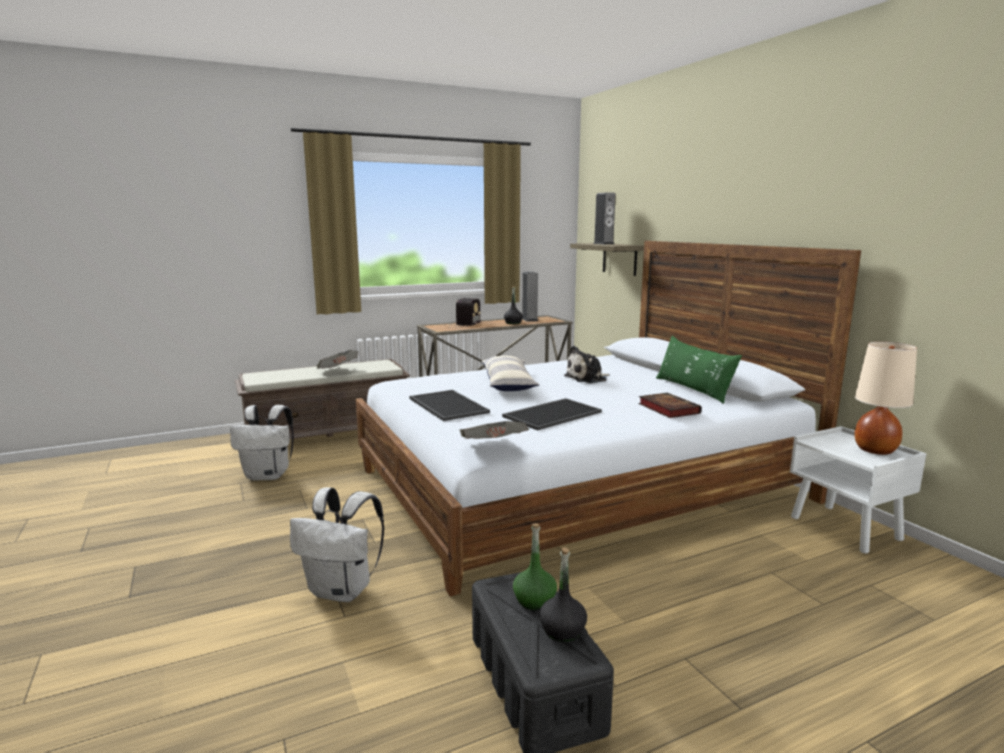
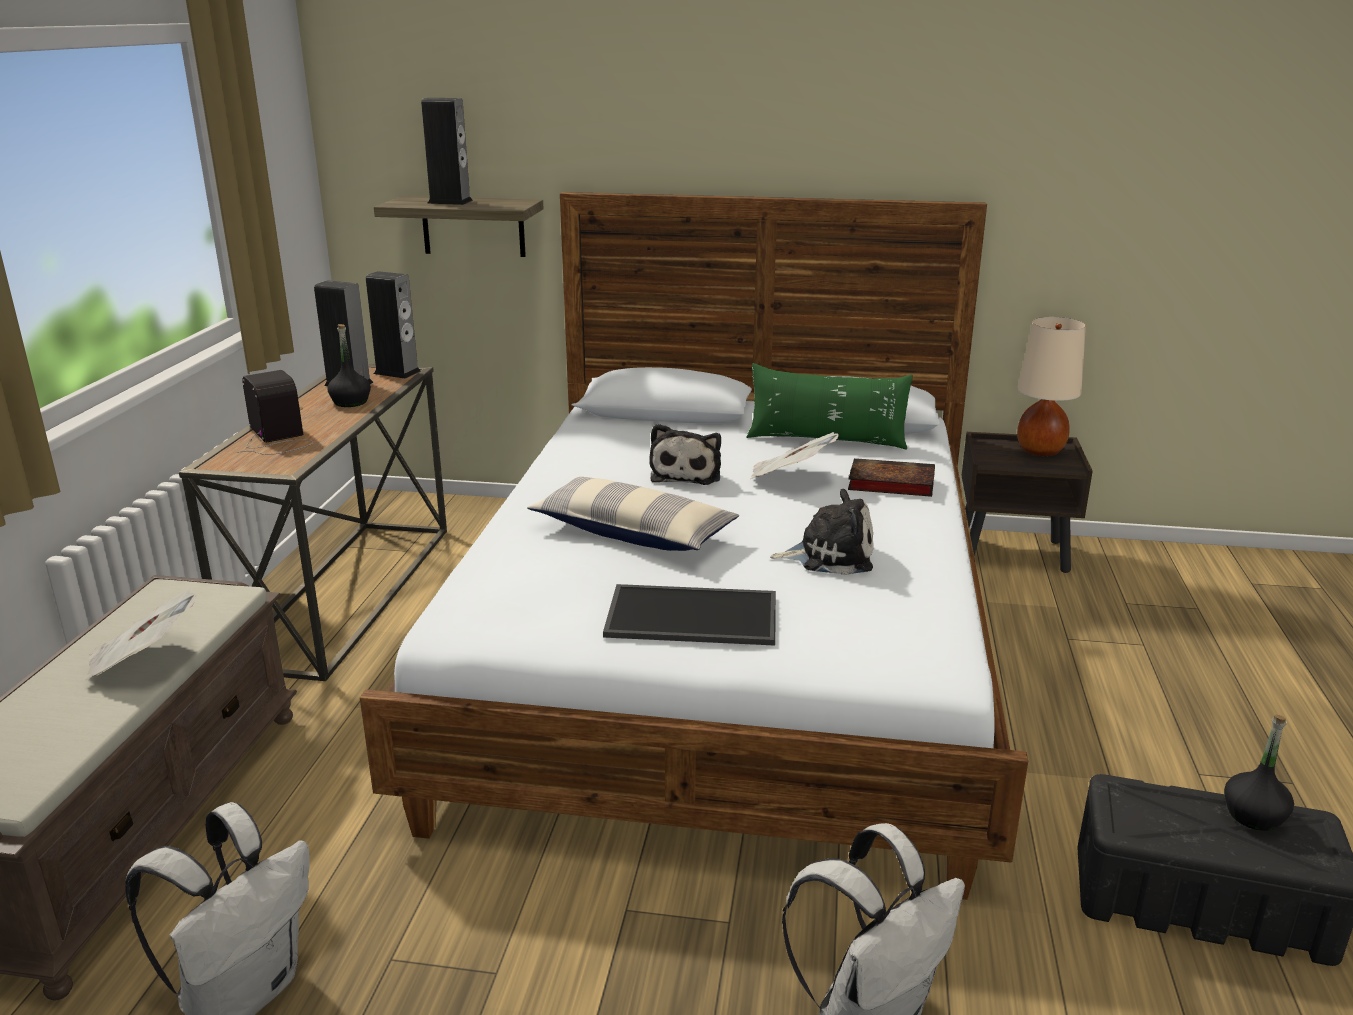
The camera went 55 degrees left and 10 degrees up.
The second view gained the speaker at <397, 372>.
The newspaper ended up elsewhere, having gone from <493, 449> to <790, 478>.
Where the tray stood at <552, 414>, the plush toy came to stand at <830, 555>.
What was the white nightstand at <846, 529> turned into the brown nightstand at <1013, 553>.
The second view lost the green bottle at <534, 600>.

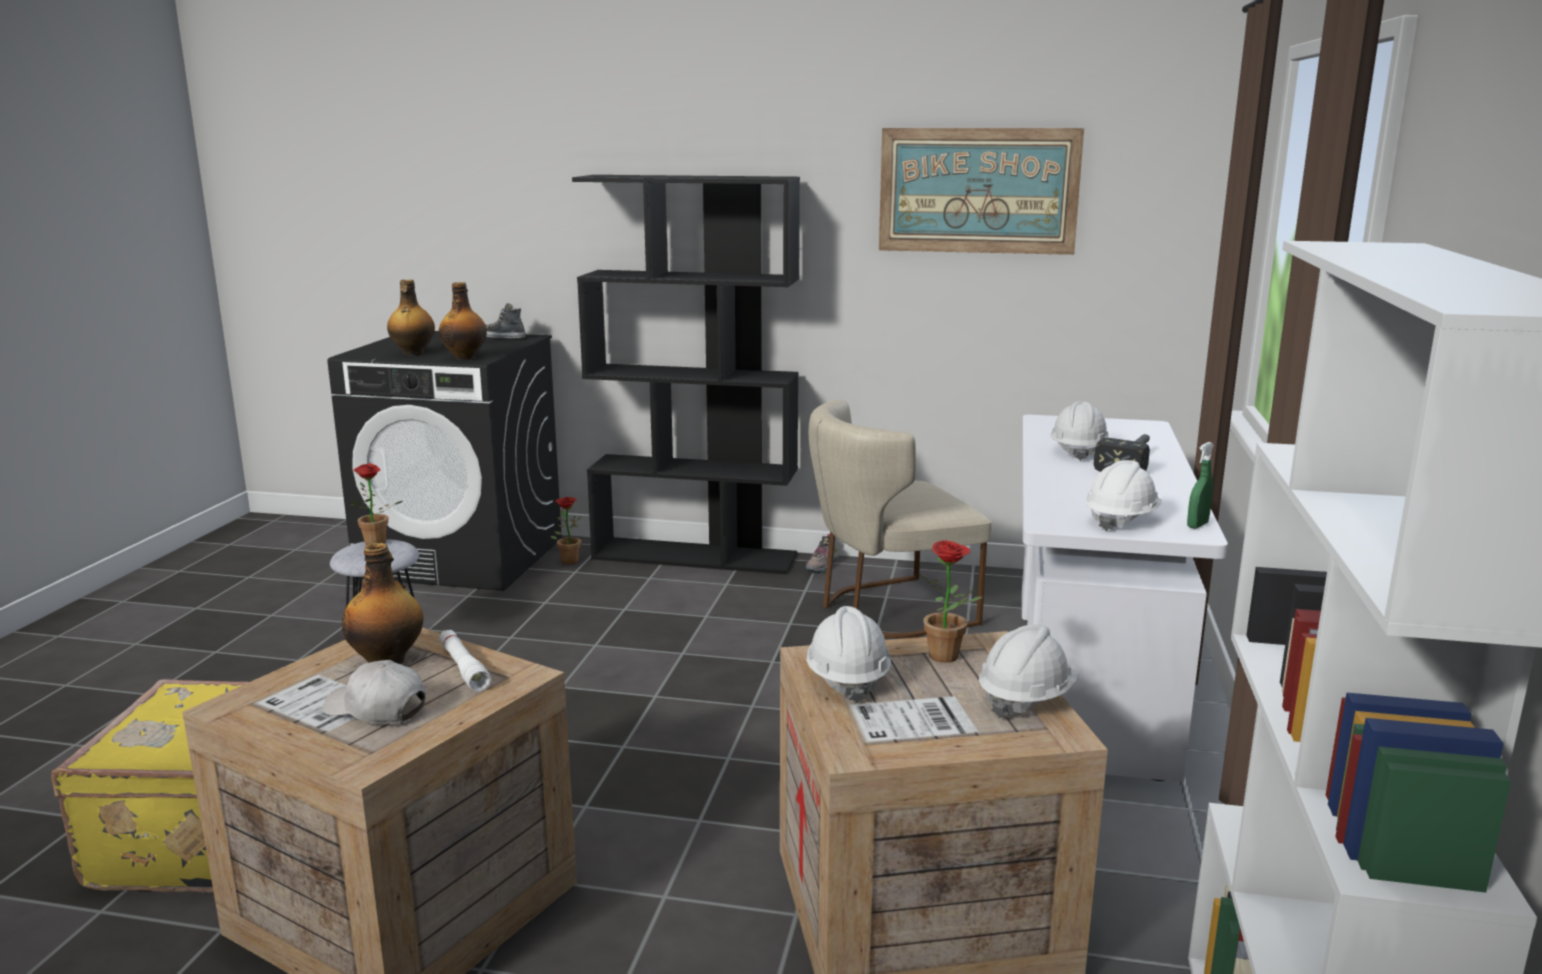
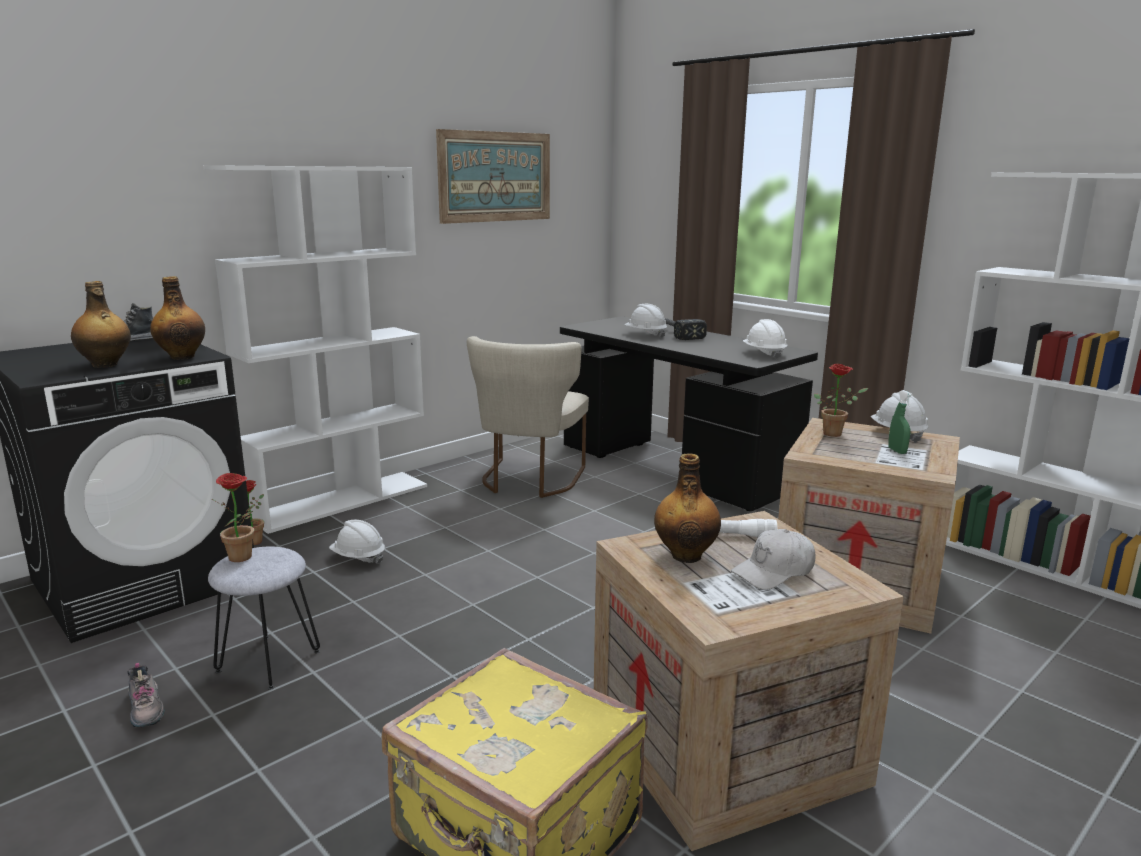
The camera went 55 degrees left and 0 degrees up.
The shoe ended up elsewhere, having gone from <822, 566> to <147, 709>.
What was the black bookcase at <696, 556> turned into the white bookcase at <341, 501>.
The white hard hat ended up elsewhere, having gone from <847, 679> to <358, 558>.
What was the white desk at <1089, 674> turned into the black desk at <674, 467>.
The green spray bottle ended up elsewhere, having gone from <1197, 525> to <897, 451>.

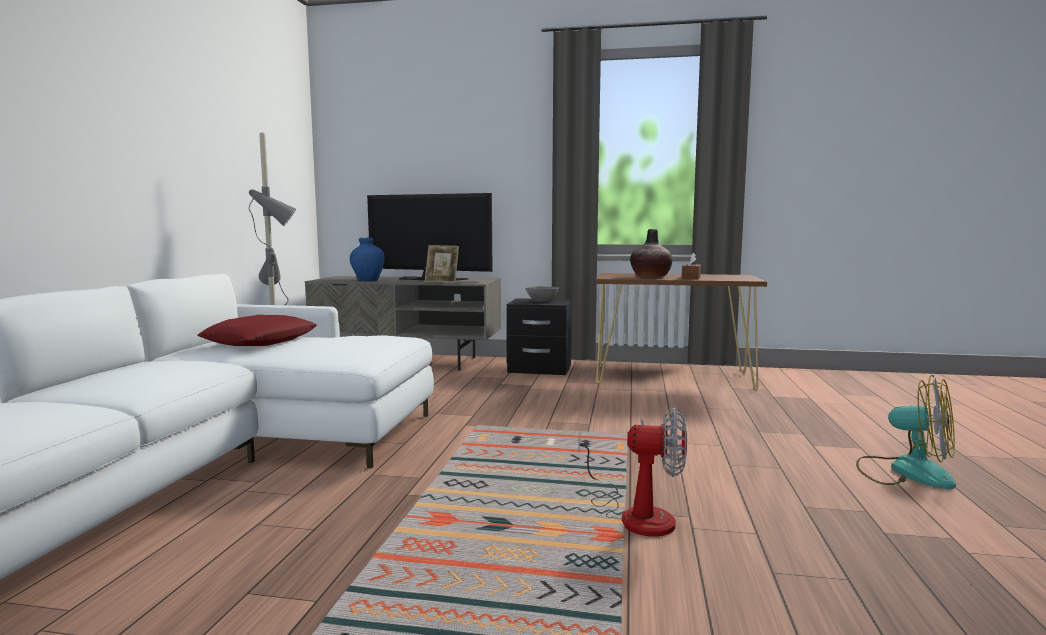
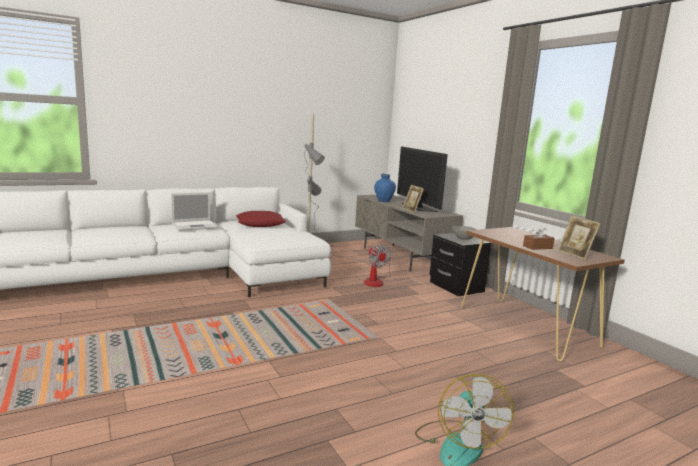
The camera went 50 degrees right and 5 degrees up.
The second view gained the laptop at <195, 225>.
The fan ended up elsewhere, having gone from <635, 514> to <376, 281>.
The second view gained the picture frame at <575, 254>.
The second view lost the vase at <650, 277>.

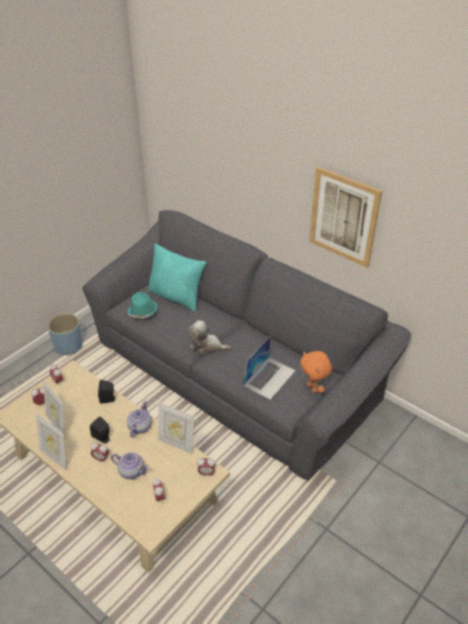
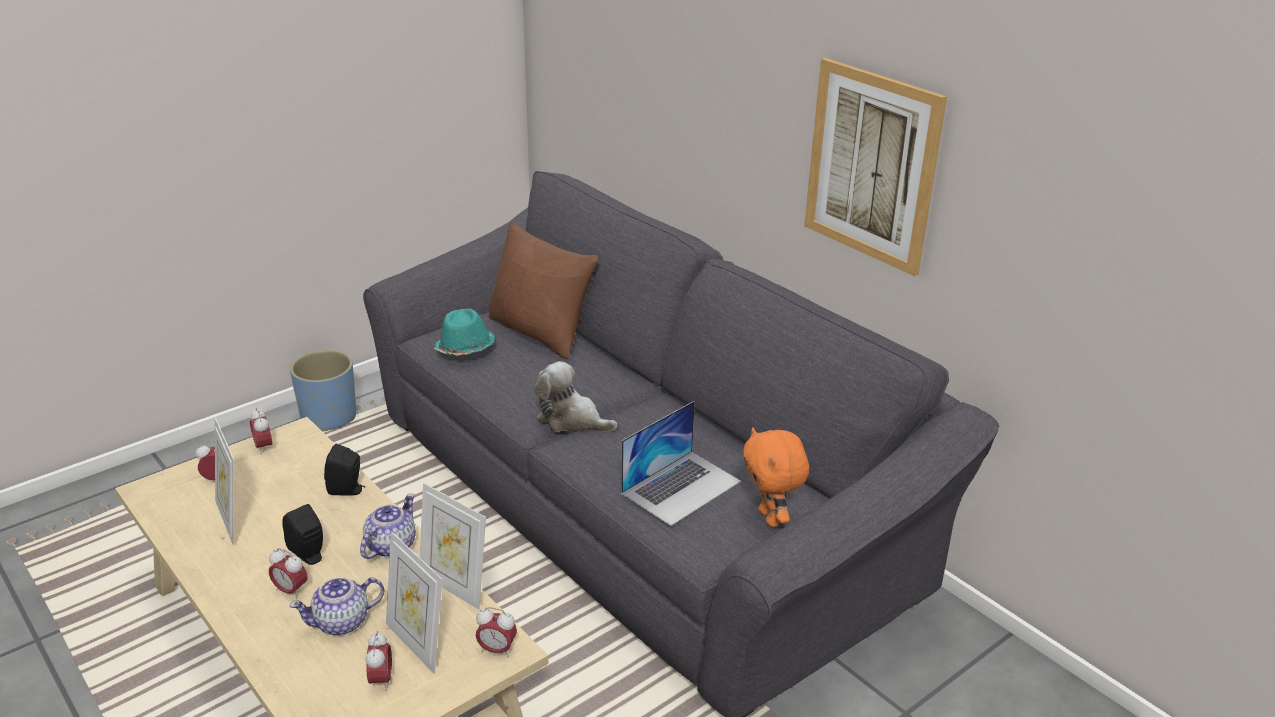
The camera went 10 degrees right and 10 degrees down.
The teapot at <131, 471> ended up facing another way, 120 degrees clockwise from before.
The picture frame ended up elsewhere, having gone from <55, 457> to <417, 643>.
What was the turquoise pillow at <176, 297> turned into the brown pillow at <540, 333>.

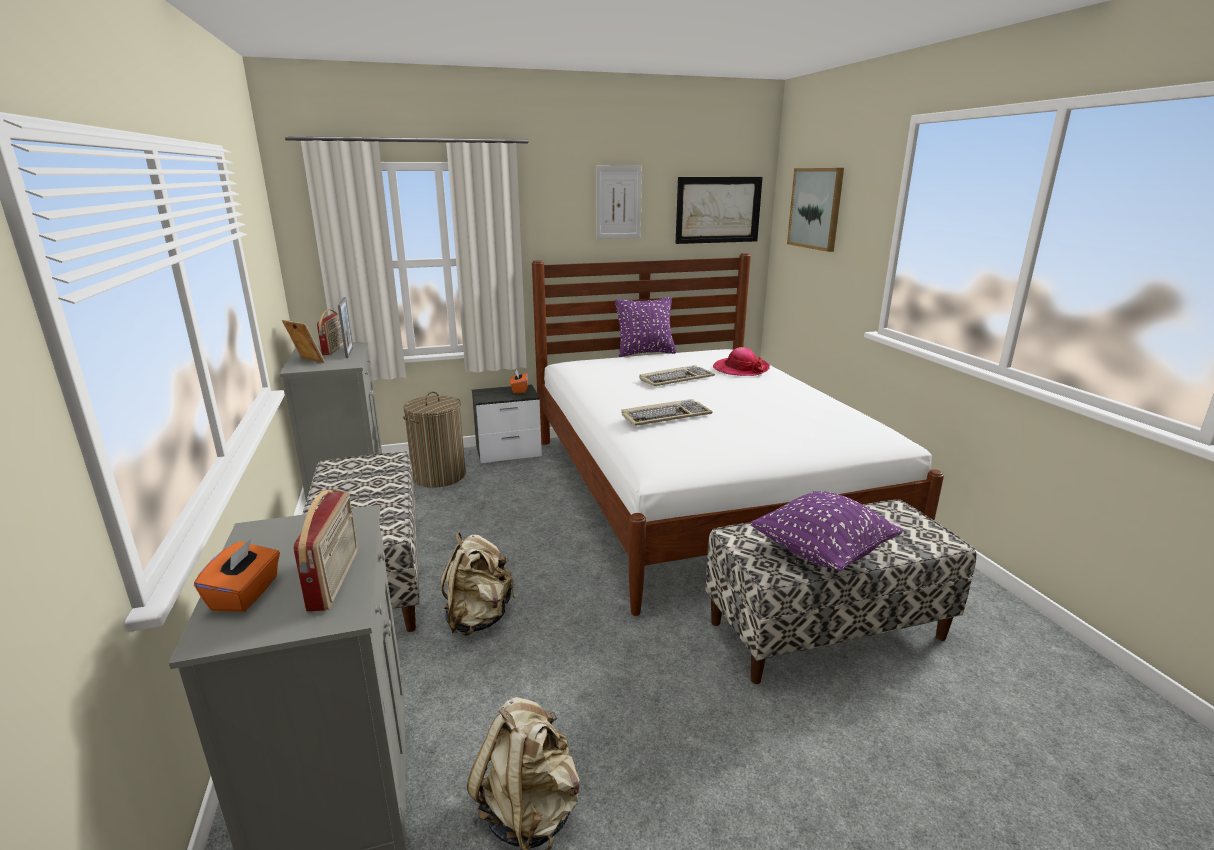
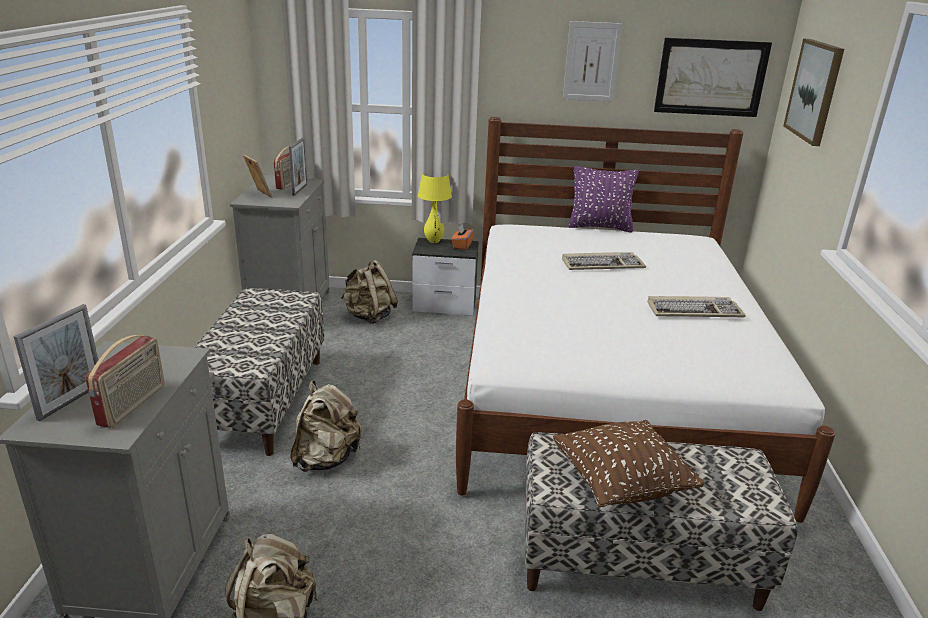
The camera went 20 degrees right and 5 degrees up.
Where the orange tissue box stood at <246, 594>, the picture frame came to stand at <71, 401>.
Where the laundry basket stood at <439, 476>, the beige backpack came to stand at <369, 317>.
The second view gained the yellow table lamp at <433, 241>.
What was the purple pillow at <822, 553> turned into the brown pillow at <621, 485>.
The keyboard ended up elsewhere, having gone from <666, 416> to <694, 310>.
The second view lost the hat at <740, 369>.

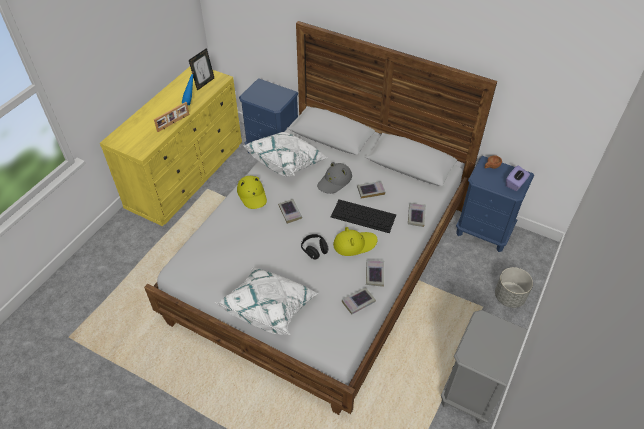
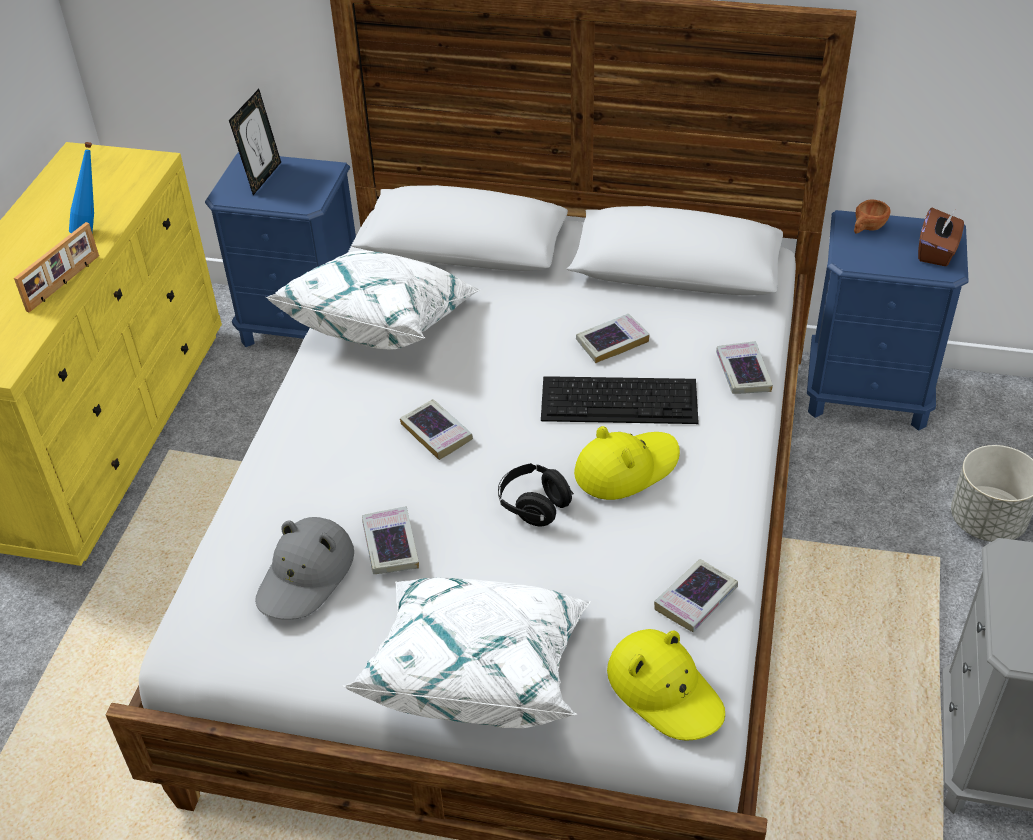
The camera went 15 degrees left and 5 degrees down.
The picture frame ended up elsewhere, having gone from <204, 83> to <262, 177>.
The grey hat ended up elsewhere, having gone from <334, 181> to <306, 576>.
The book ended up elsewhere, having gone from <374, 274> to <390, 545>.
The yellow hat ended up elsewhere, having gone from <252, 195> to <665, 691>.
What was the purple tissue box at <515, 184> turned into the brown tissue box at <937, 251>.

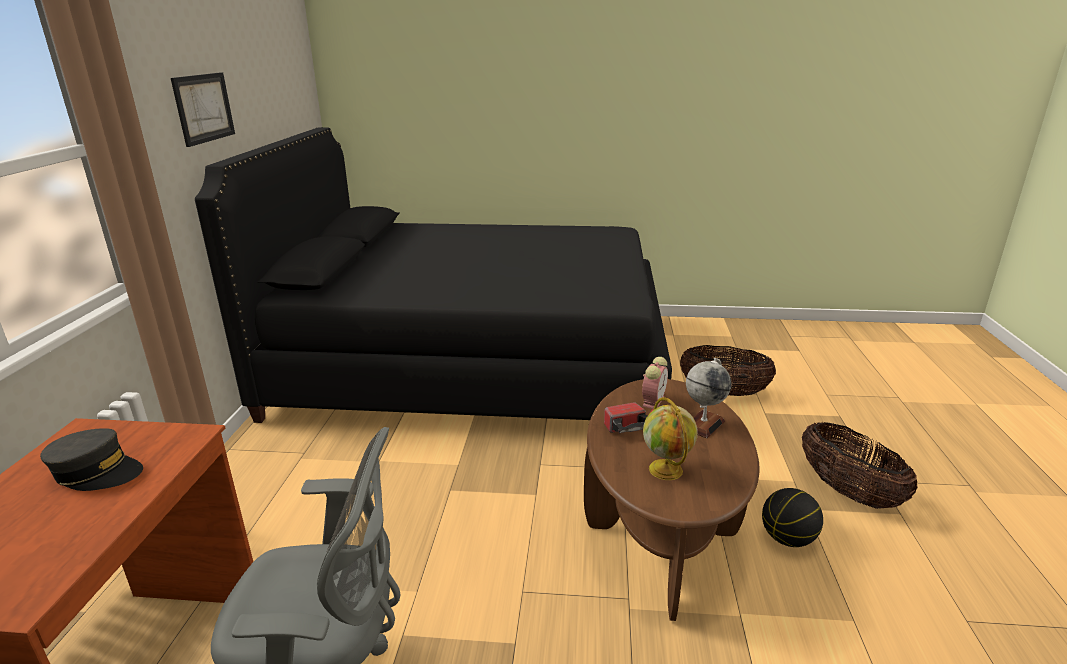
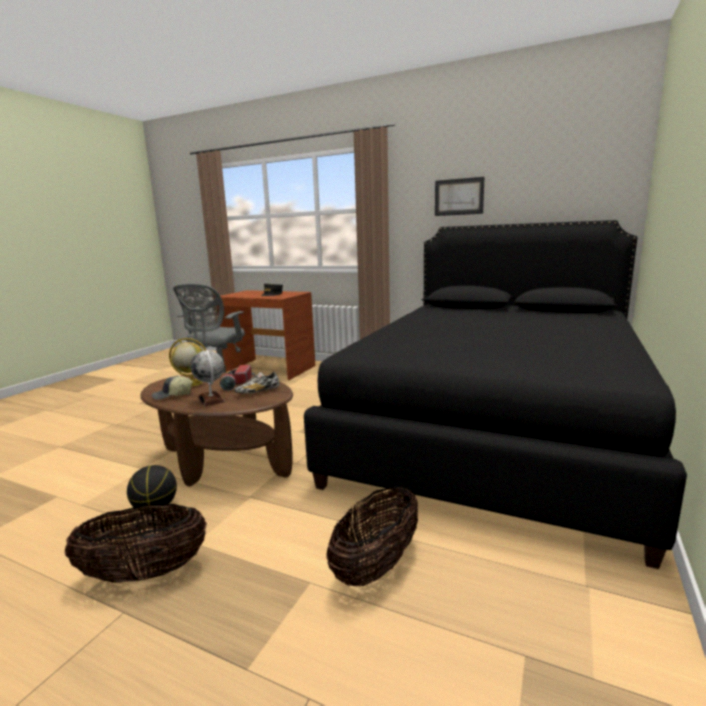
The camera went 110 degrees right and 10 degrees down.
The second view gained the cap at <172, 395>.
Where the alarm clock stood at <653, 400>, the shoe came to stand at <258, 392>.

